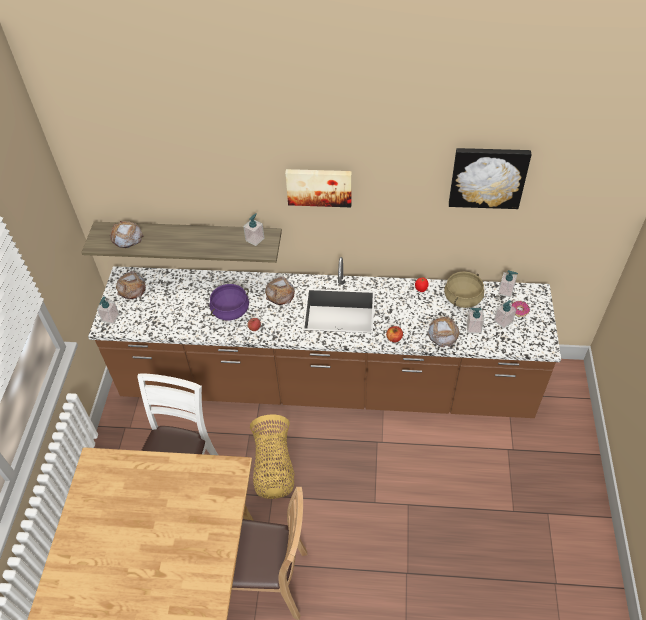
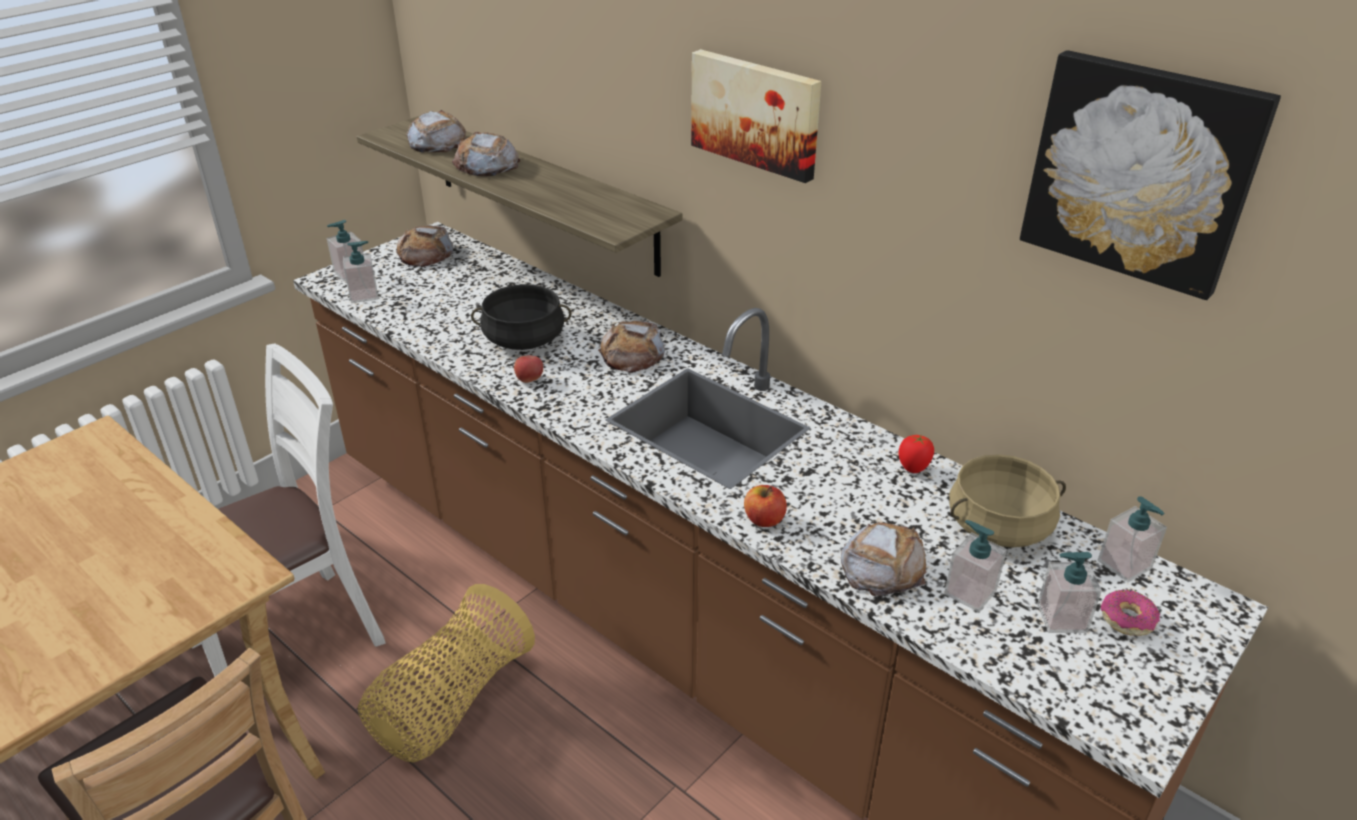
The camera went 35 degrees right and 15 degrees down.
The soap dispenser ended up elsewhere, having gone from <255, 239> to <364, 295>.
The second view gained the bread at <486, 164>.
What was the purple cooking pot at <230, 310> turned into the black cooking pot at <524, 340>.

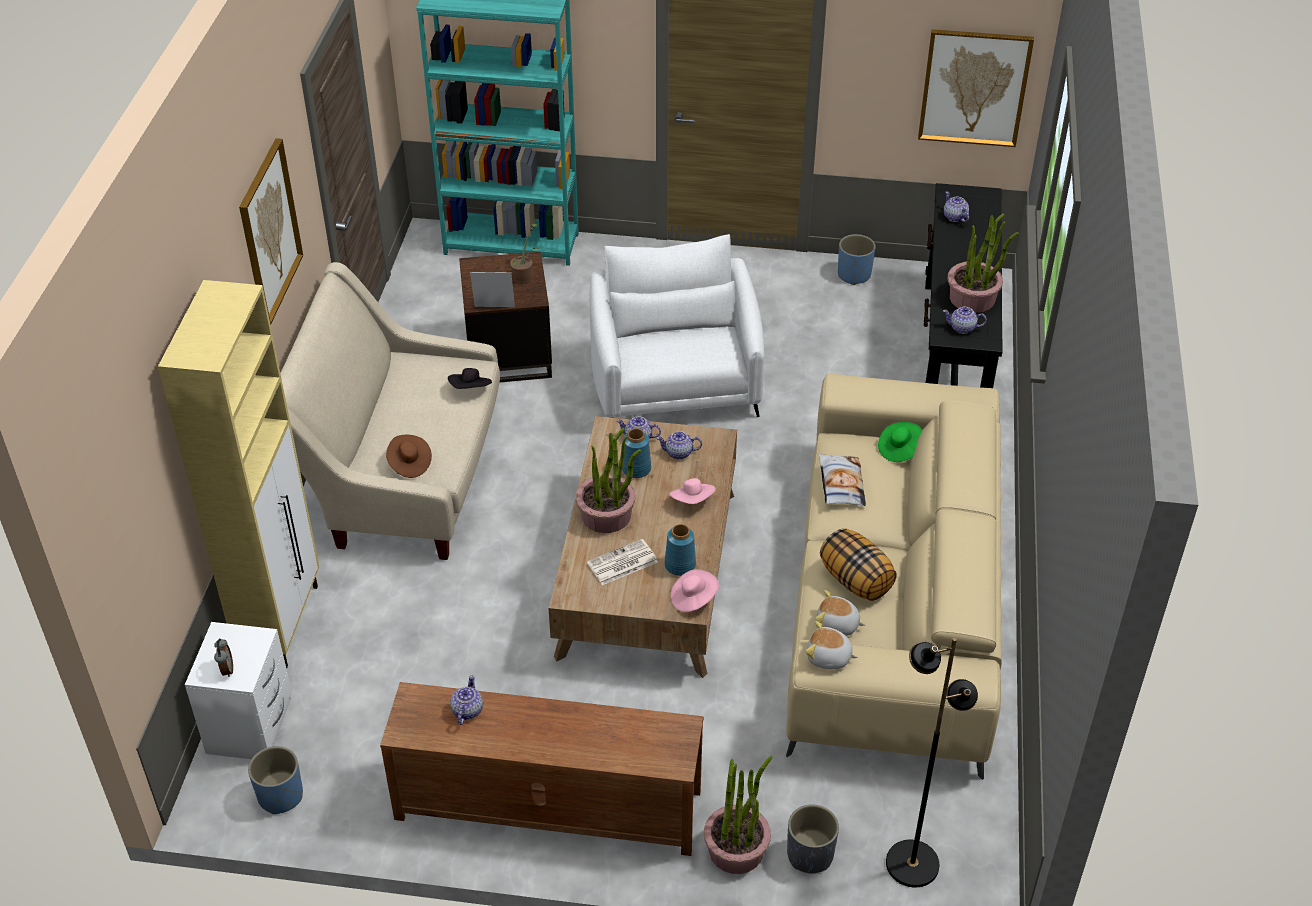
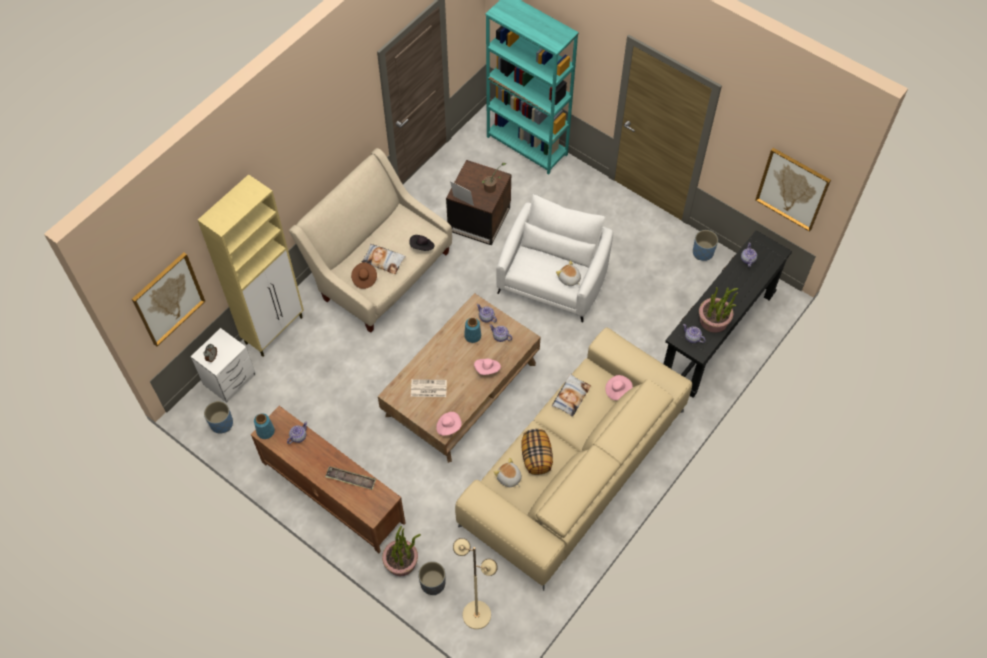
The camera went 30 degrees right and 15 degrees up.
The picture ended up elsewhere, having gone from <269, 232> to <168, 299>.
The blue vase ended up elsewhere, having gone from <680, 565> to <266, 431>.
The second view gained the tray at <351, 479>.
The second view gained the pillow at <384, 260>.
What was the black floor lamp at <911, 863> turned into the beige floor lamp at <476, 614>.
The plush toy ended up elsewhere, having gone from <829, 657> to <569, 279>.
What was the green hat at <899, 449> turned into the pink hat at <617, 390>.
The second view lost the potted plant at <607, 515>.

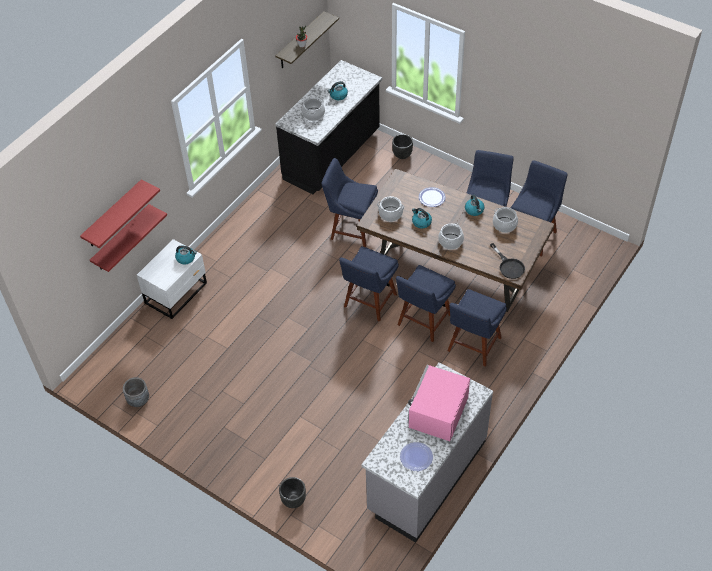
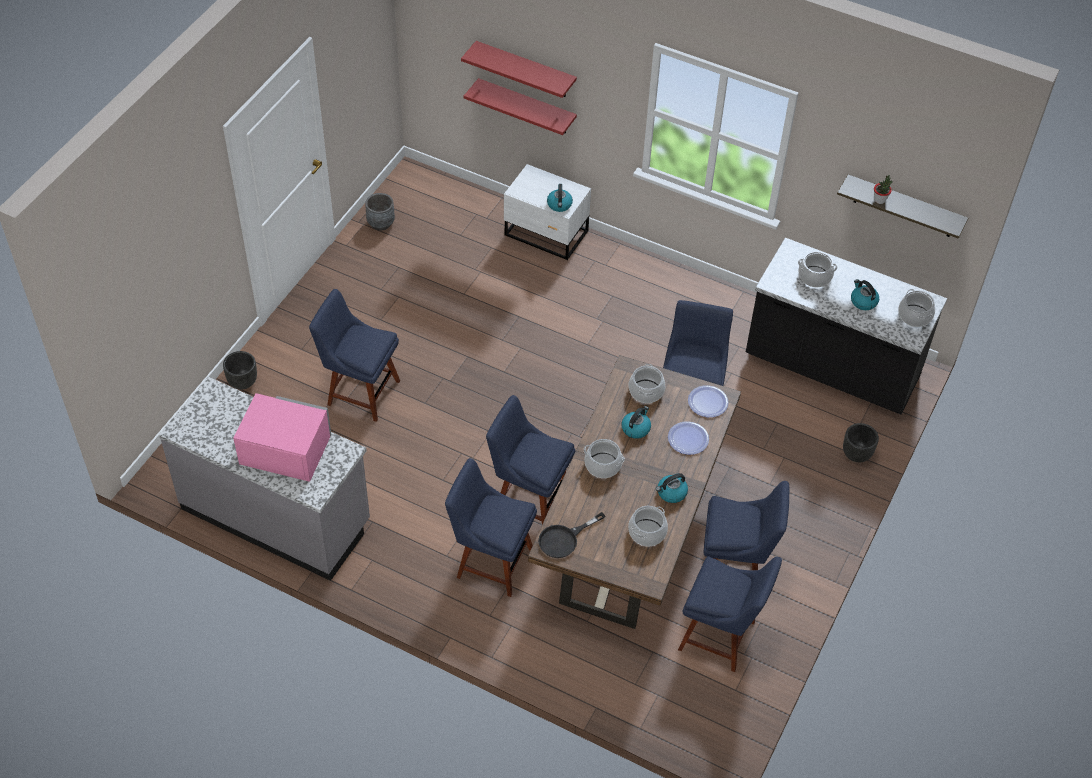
The camera went 80 degrees right and 0 degrees up.
The blue chair ended up elsewhere, having gone from <369, 302> to <360, 391>.
The plate ended up elsewhere, having gone from <416, 457> to <708, 402>.
The second view gained the cooking pot at <915, 316>.

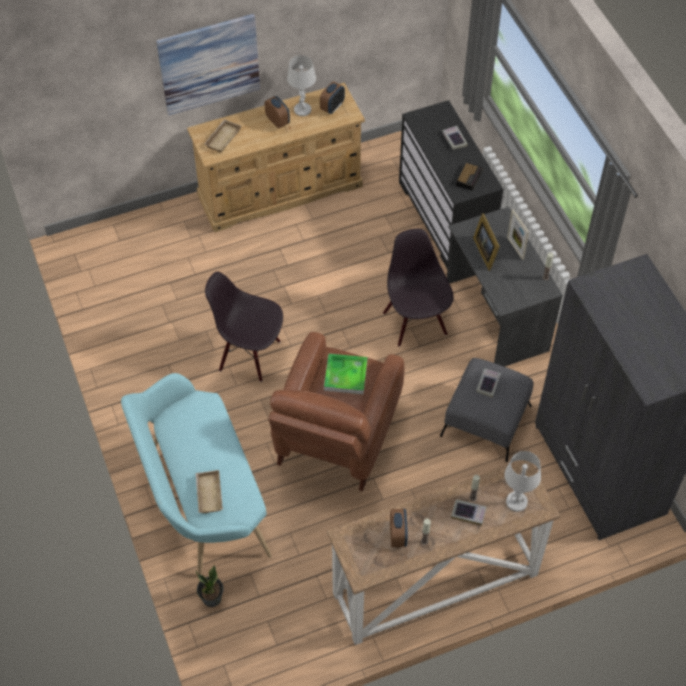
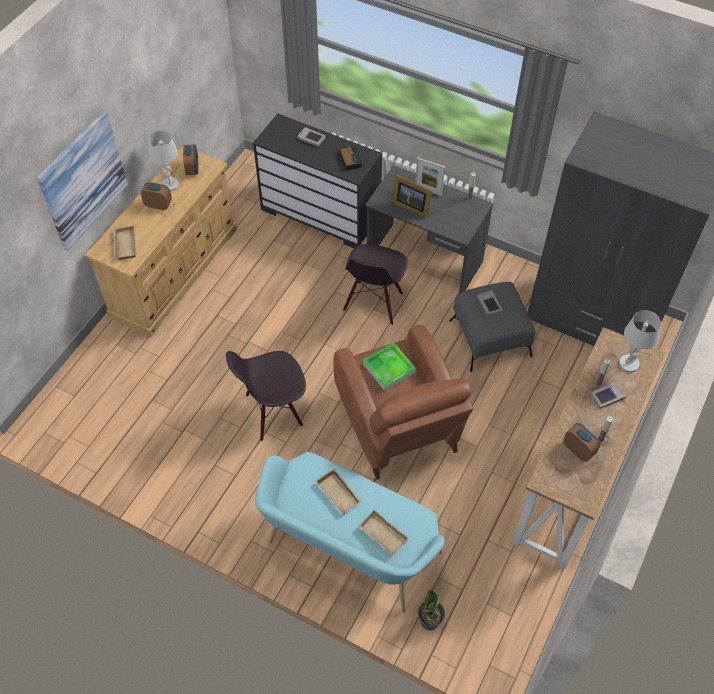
The camera went 40 degrees left and 0 degrees up.
The second view gained the beige tray at <339, 493>.
The black chair at <416, 323> ended up facing another way, 105 degrees counterclockwise from before.

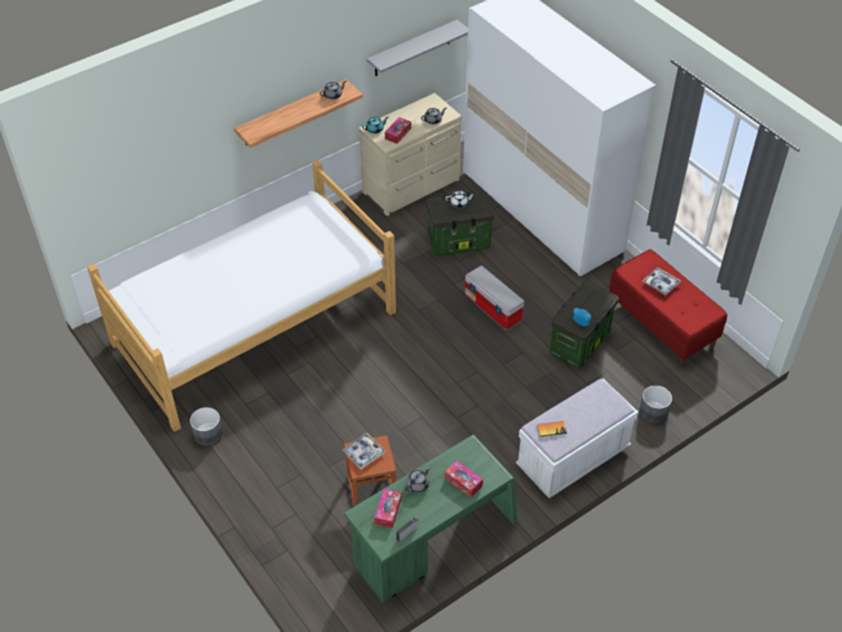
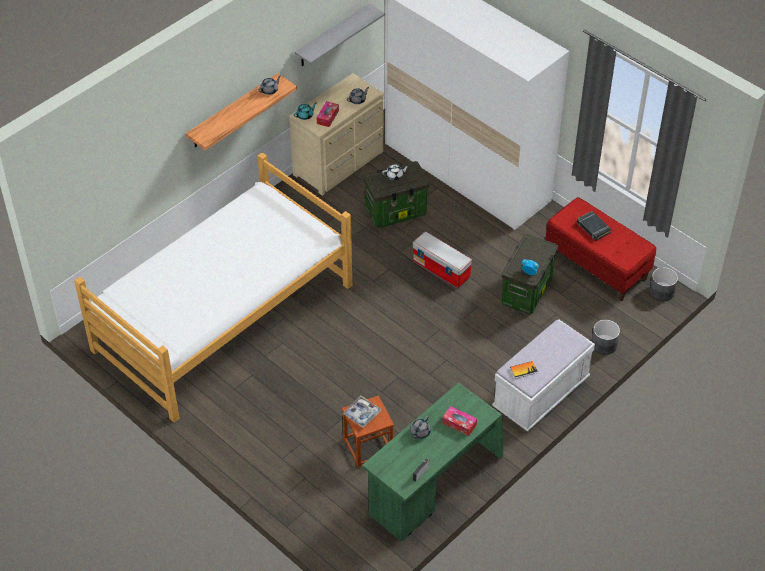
The camera went 10 degrees left and 0 degrees up.
Where the tray stood at <661, 284>, the black book came to stand at <593, 228>.
The grey planter ended up elsewhere, having gone from <208, 434> to <661, 291>.
The second view lost the tissue box at <388, 511>.

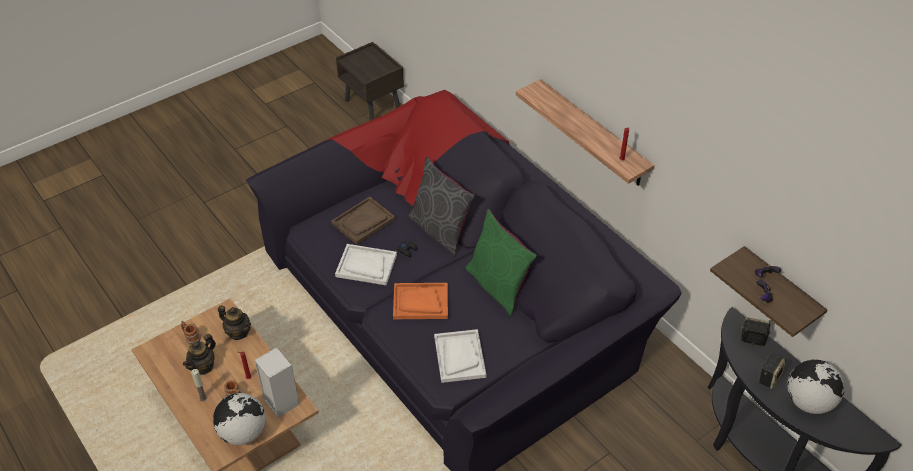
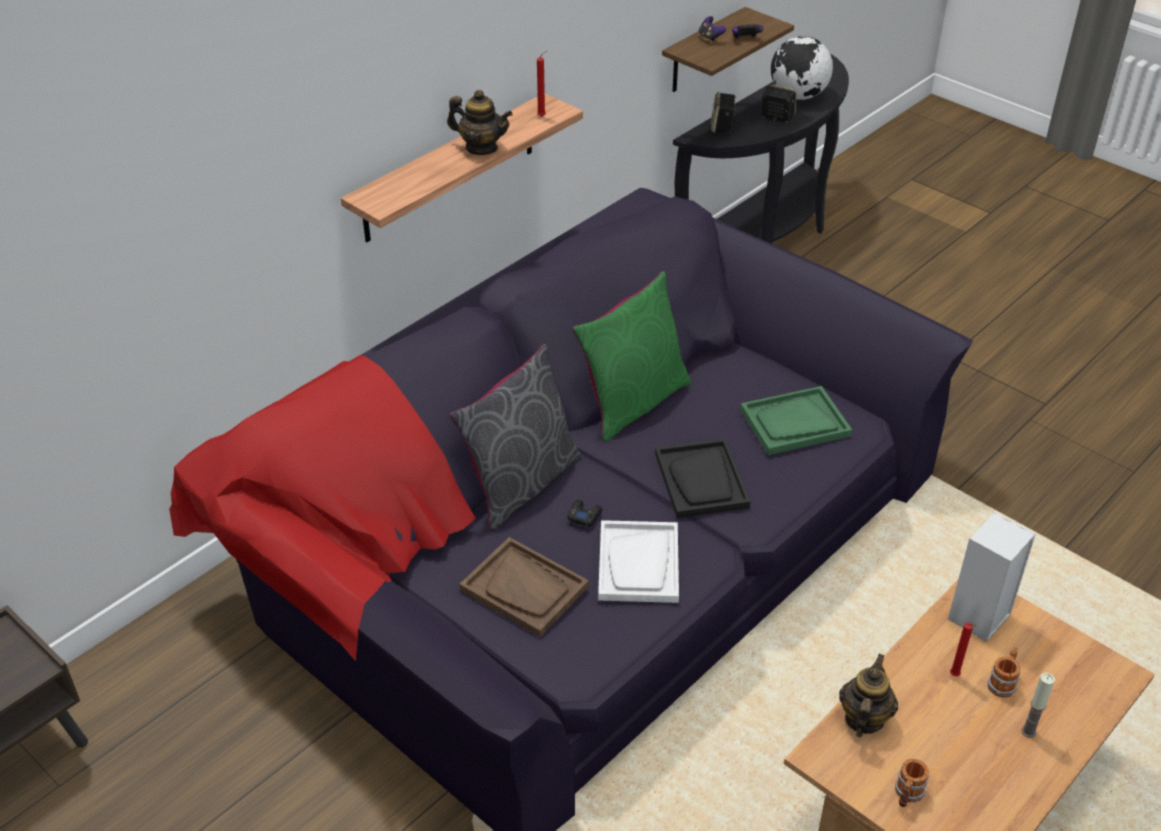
The camera went 100 degrees left and 5 degrees down.
The teapot ended up elsewhere, having gone from <203, 366> to <481, 148>.
What was the orange tray at <420, 302> turned into the black tray at <701, 480>.
What was the white tray at <459, 357> turned into the green tray at <794, 423>.
The second view lost the globe at <243, 433>.

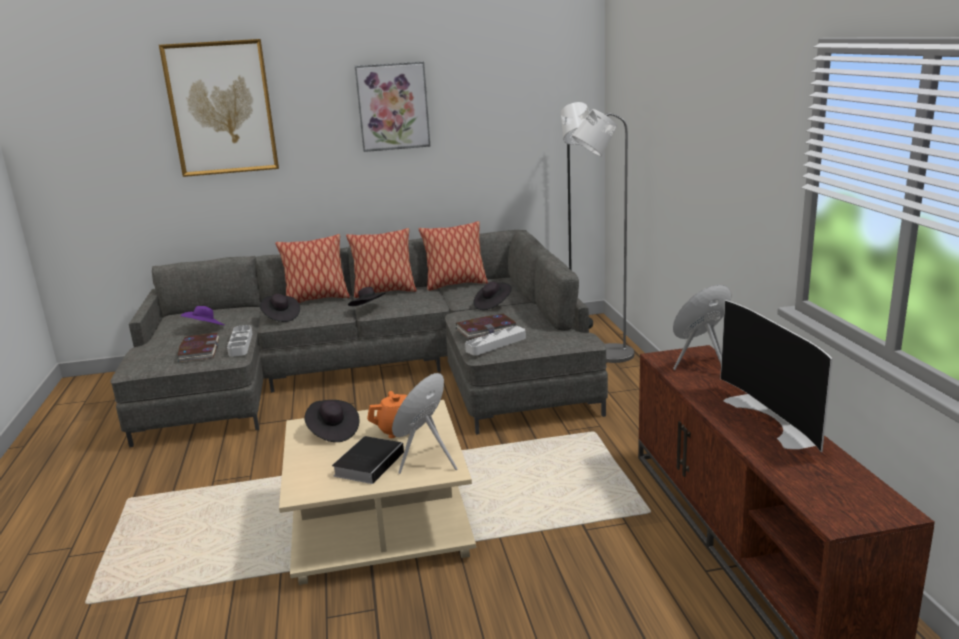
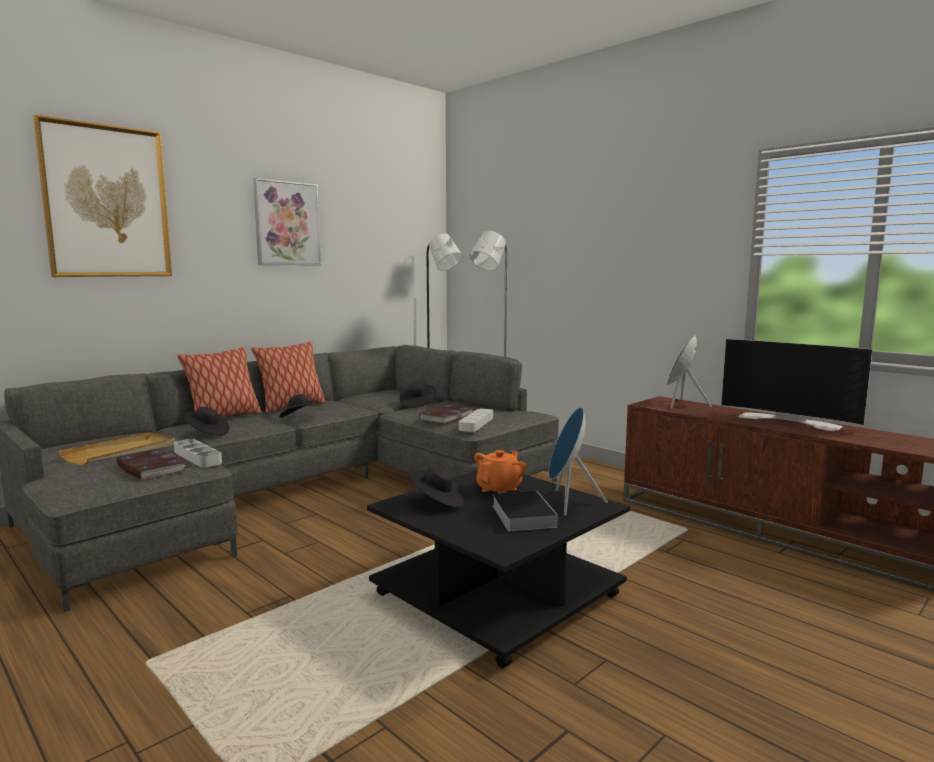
The camera went 35 degrees left and 10 degrees down.
Where the purple hat stood at <205, 328>, the beige tray came to stand at <121, 452>.
What was the beige coffee table at <381, 522> turned into the black coffee table at <497, 593>.
The second view lost the pillow at <455, 284>.

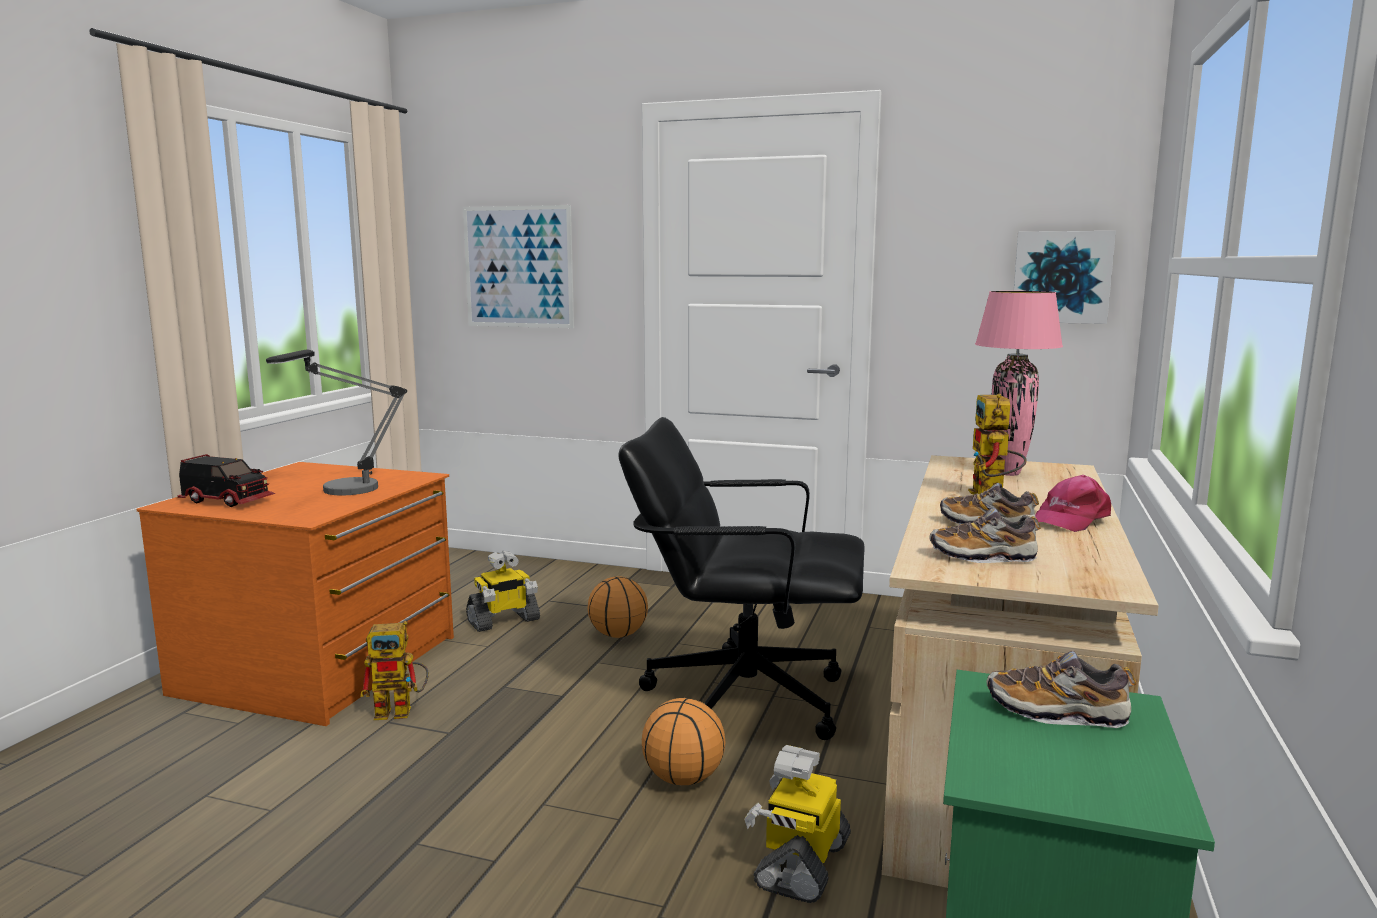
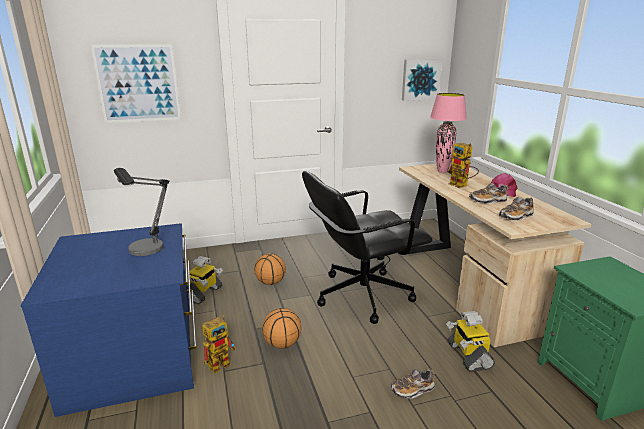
The camera went 35 degrees left and 10 degrees up.
What was the orange dresser at <322, 665> turned into the blue dresser at <136, 356>.
The basketball ended up elsewhere, having gone from <684, 778> to <282, 343>.
The shoe ended up elsewhere, having gone from <1056, 713> to <412, 390>.
The second view lost the toy truck at <227, 501>.

